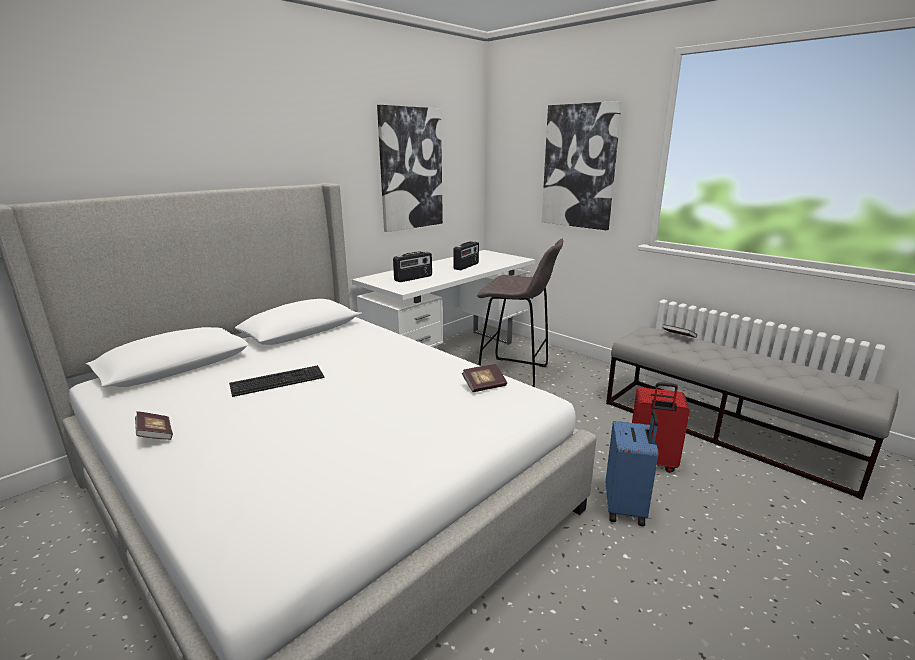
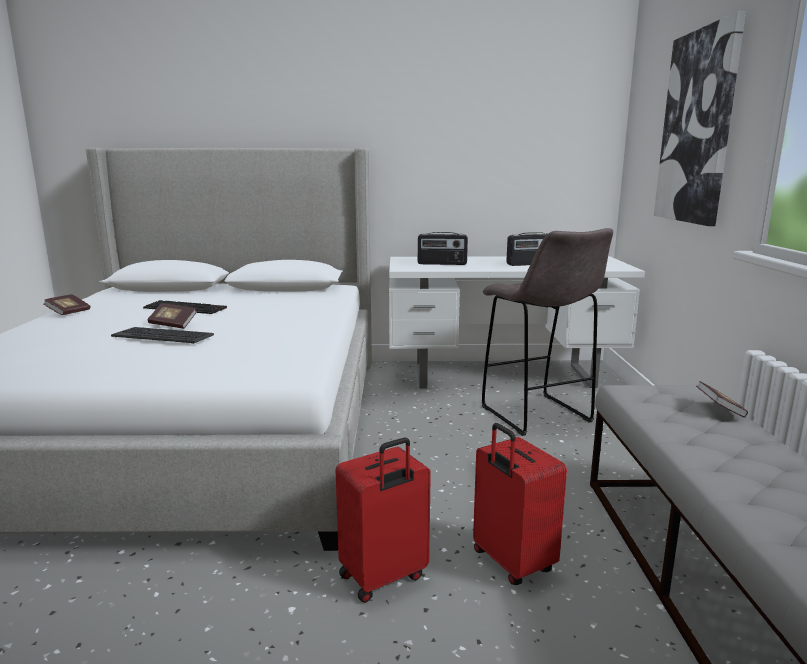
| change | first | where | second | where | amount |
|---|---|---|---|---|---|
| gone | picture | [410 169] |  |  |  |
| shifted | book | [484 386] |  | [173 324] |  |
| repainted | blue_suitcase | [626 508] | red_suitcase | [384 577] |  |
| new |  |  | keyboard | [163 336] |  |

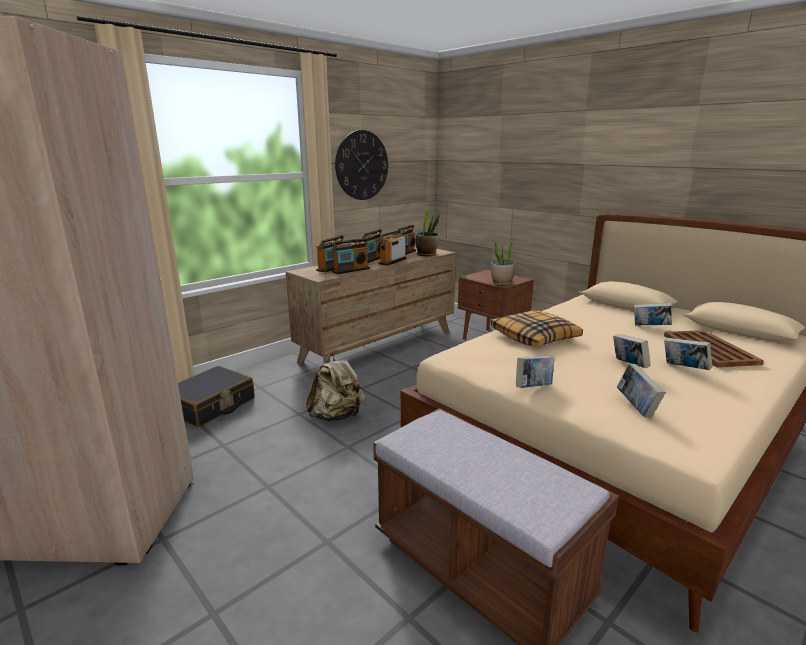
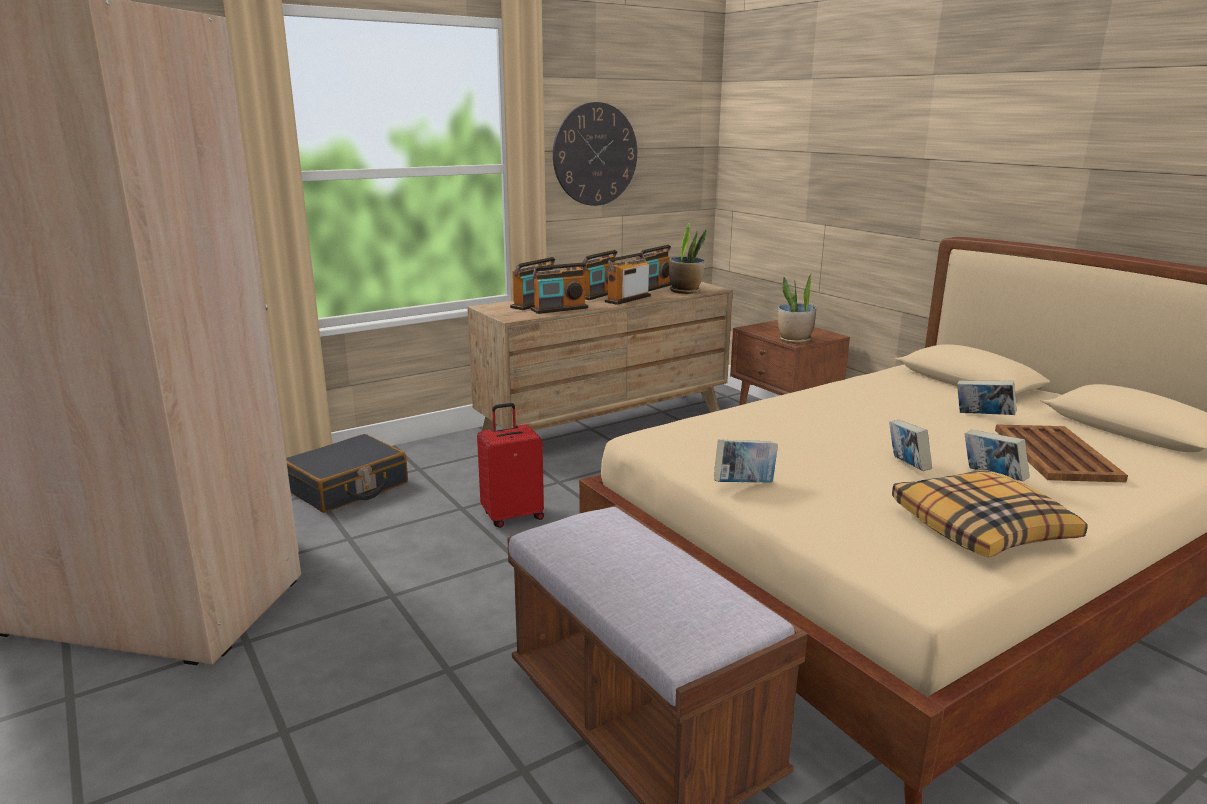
| change | first | where | second | where | amount |
|---|---|---|---|---|---|
| swapped | beige_backpack | [337 416] | red_suitcase | [512 516] |  |
| shifted | pillow | [535 337] |  | [982 528] |  |
| gone | book | [636 407] |  |  |  |

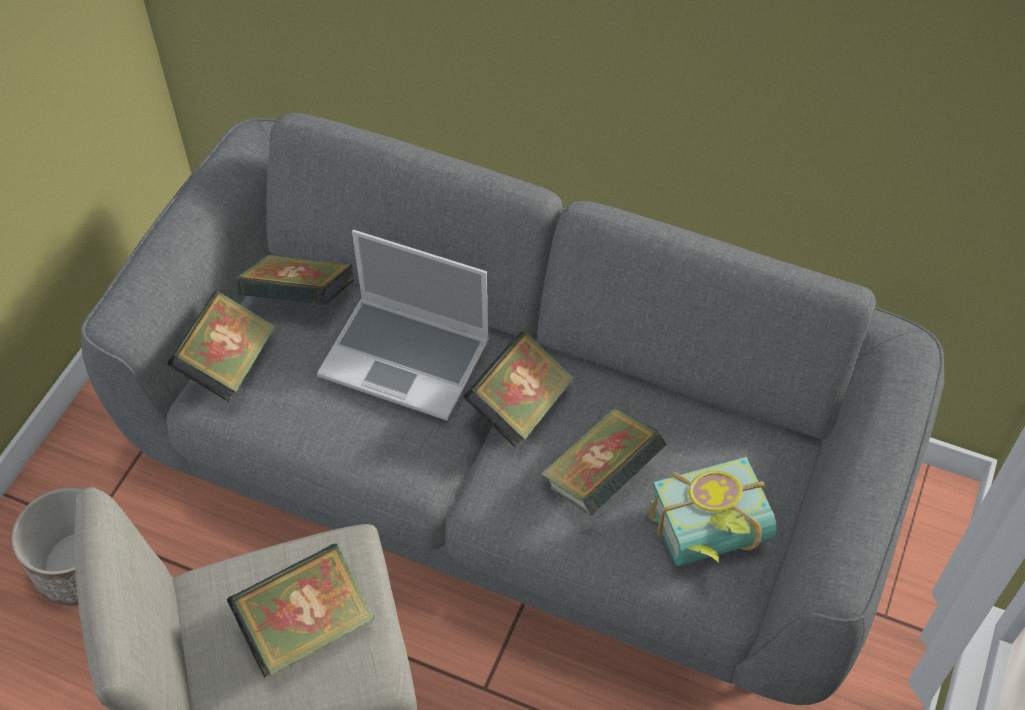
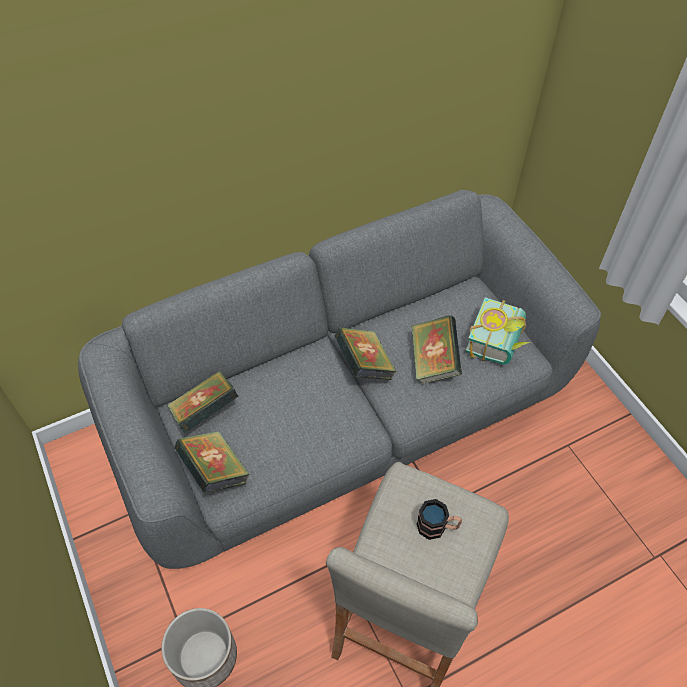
| change | first | where | second | where | amount |
|---|---|---|---|---|---|
| swapped | book | [307 627] | mug | [437 527] |  |
| gone | laptop | [408 358] |  |  |  |

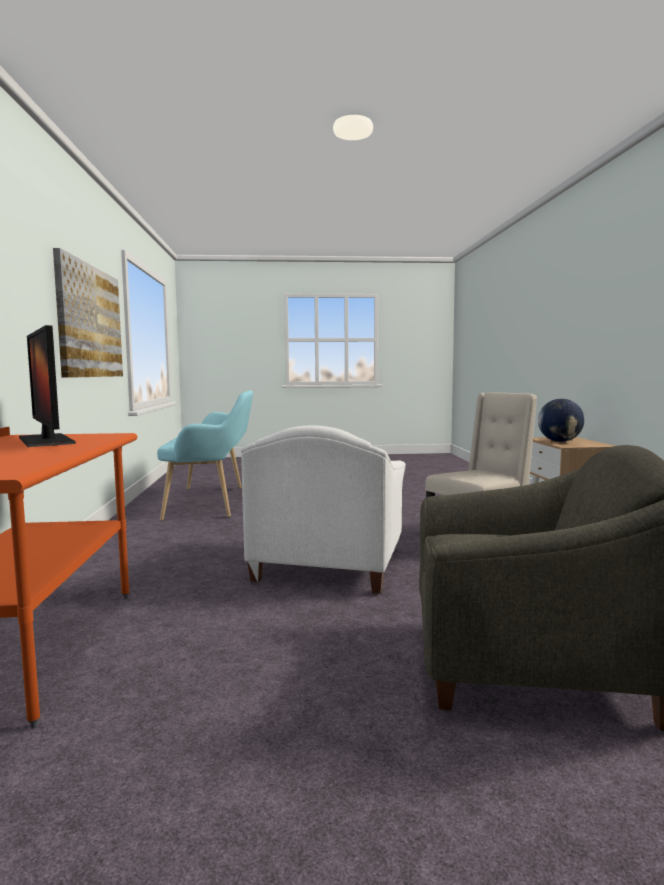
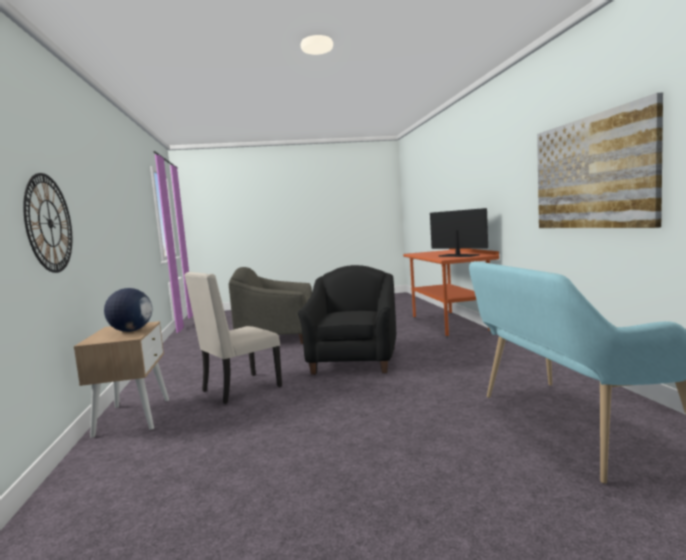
| change | first | where | second | where | amount |
|---|---|---|---|---|---|
| repainted | white_armchair | [330 565] | black_armchair | [354 361] |  |
| new |  |  | wall_clock | [49 223] |  |

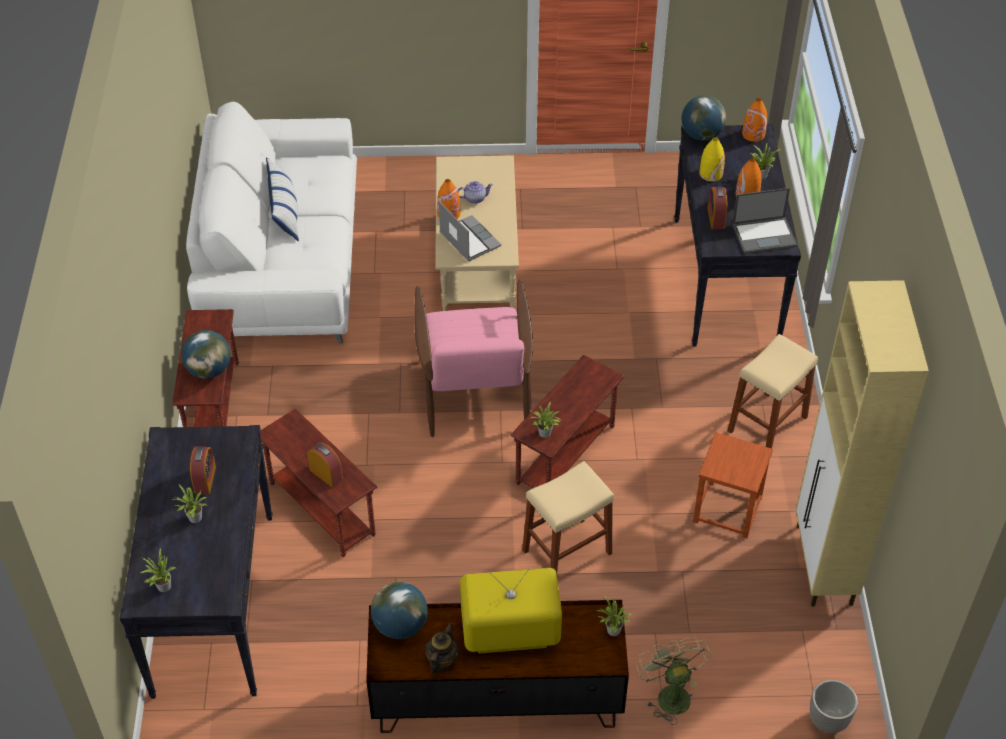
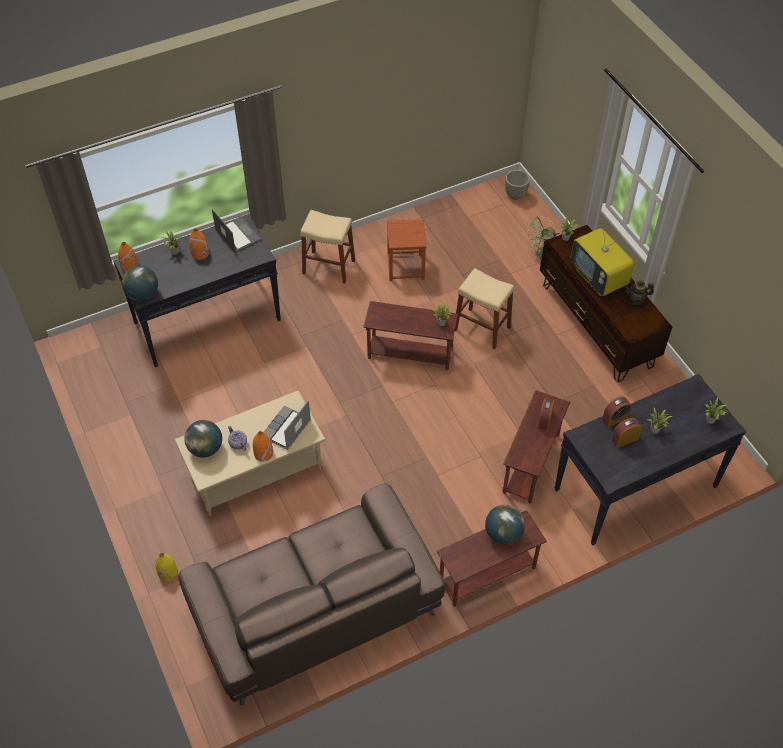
| change | first | where | second | where | amount |
|---|---|---|---|---|---|
| repainted | white_sofa | [282 259] | brown_sofa | [314 608] |  |
| gone | pillow | [285 212] |  |  |  |
| shifted | globe | [401 625] |  | [206 448] |  |
| gone | pink_armchair | [474 389] |  |  |  |
| shifted | yellow_vase | [710 174] |  | [167 572] |  |
| shifted | alarm_clock | [715 218] |  | [615 418] |  |
| gone | beige_cabinet | [824 566] |  |  |  |

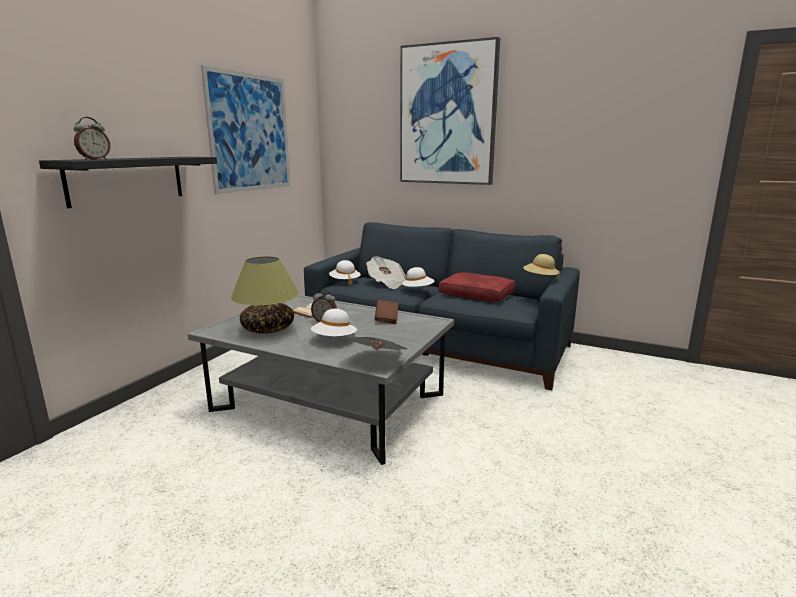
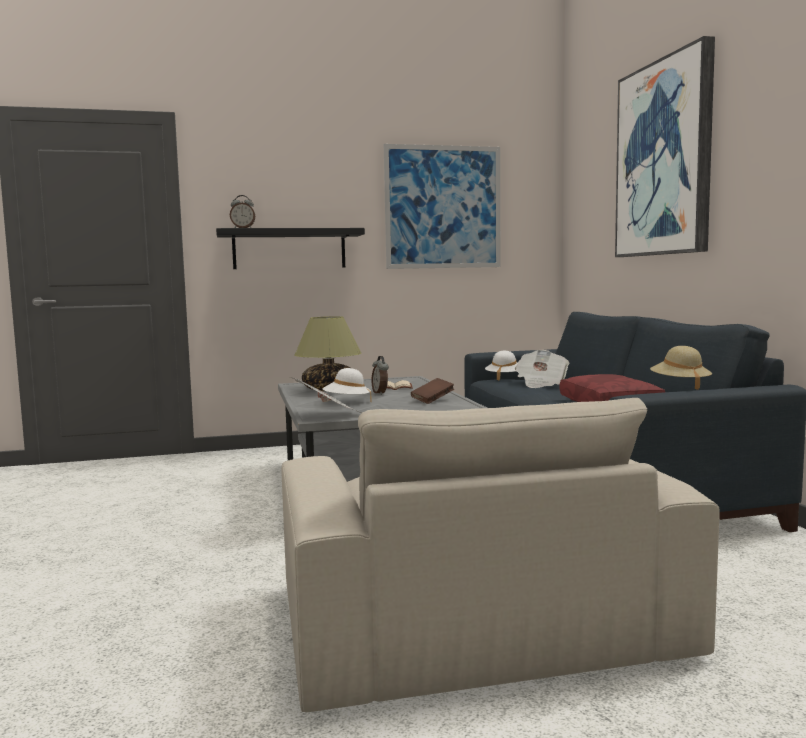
| change | first | where | second | where | amount |
|---|---|---|---|---|---|
| gone | white_hat | [417 290] |  |  |  |
| new |  |  | beige_armchair | [471 618] |  |

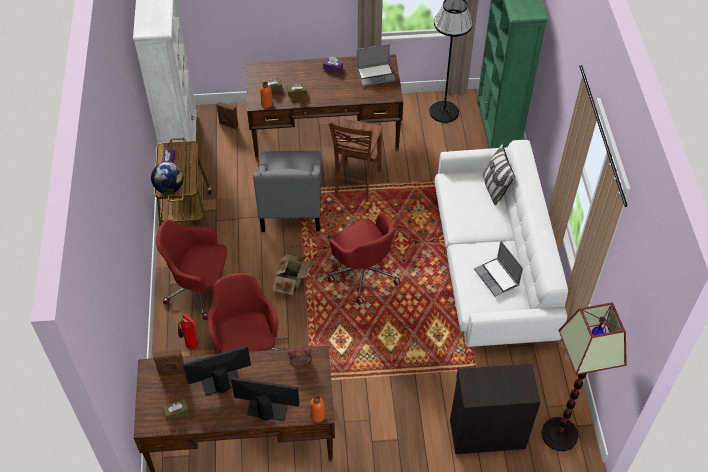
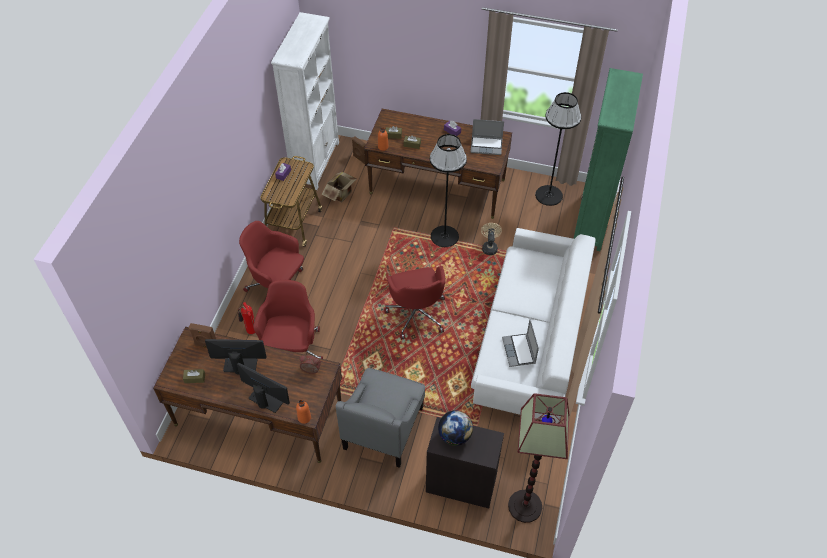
| change | first | where | second | where | amount |
|---|---|---|---|---|---|
| shifted | globe | [169 188] |  | [455 436] |  |
| shifted | grey_armchair | [291 205] |  | [383 427] |  |
| shifted | cardboard_box | [292 282] |  | [342 194] |  |
| swapped | brown_chair | [356 183] | black_floor_lamp | [444 236] |  |
| gone | pillow | [494 188] |  |  |  |
| new |  |  | beige_fan | [489 247] |  |

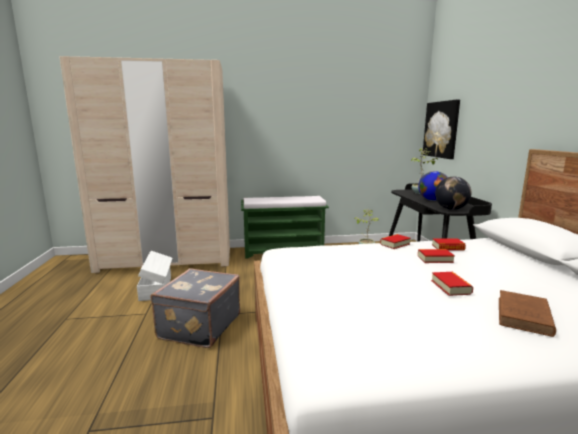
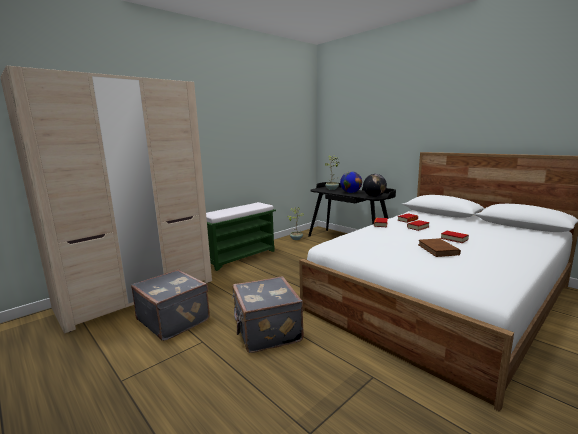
| change | first | where | second | where | amount |
|---|---|---|---|---|---|
| swapped | white_storage_box | [157 288] | grey_suitcase | [174 319] |  |
| gone | picture | [441 129] |  |  |  |
| shifted | brown_book | [523 317] |  | [438 250] |  |

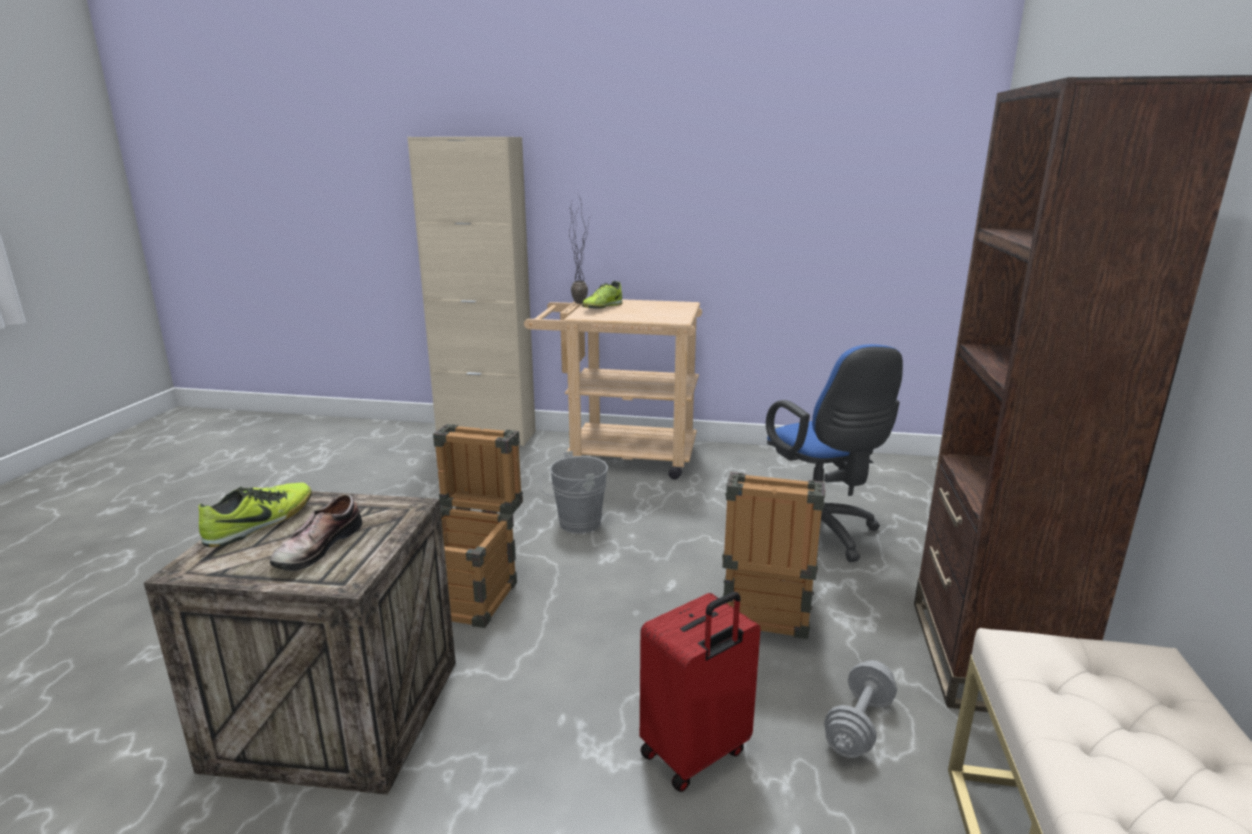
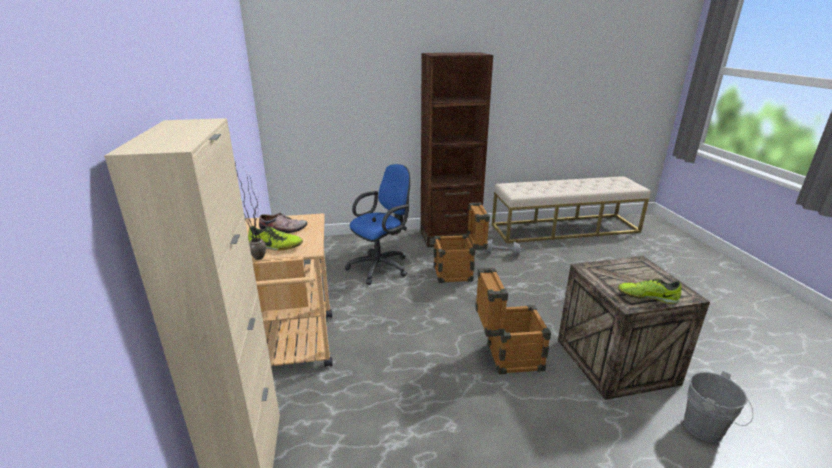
| change | first | where | second | where | amount |
|---|---|---|---|---|---|
| shifted | shoe | [315 547] |  | [283 229] |  |
| shifted | grey_bucket | [575 524] |  | [707 430] |  |
| gone | red_suitcase | [696 754] |  |  |  |

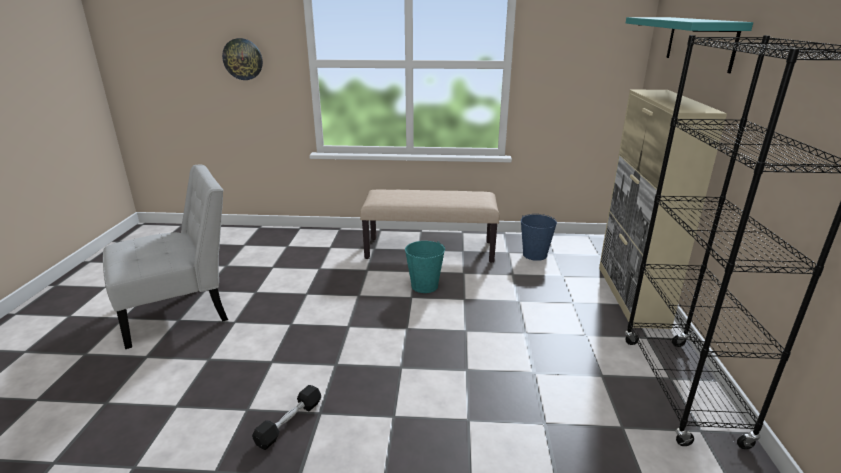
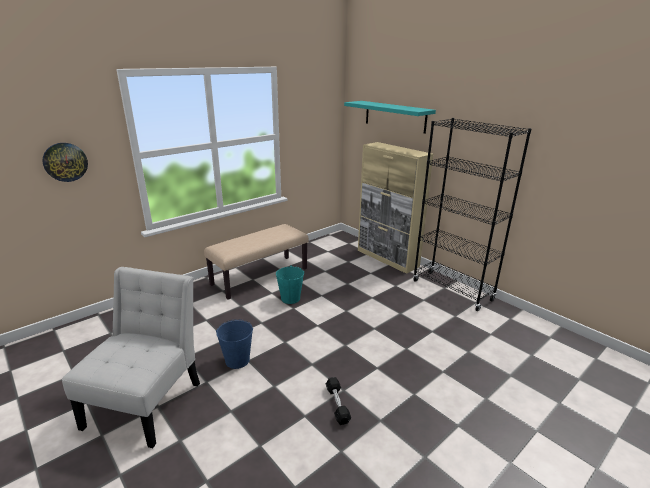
| change | first | where | second | where | amount |
|---|---|---|---|---|---|
| shifted | blue_bucket | [534 255] |  | [237 360] |  |

